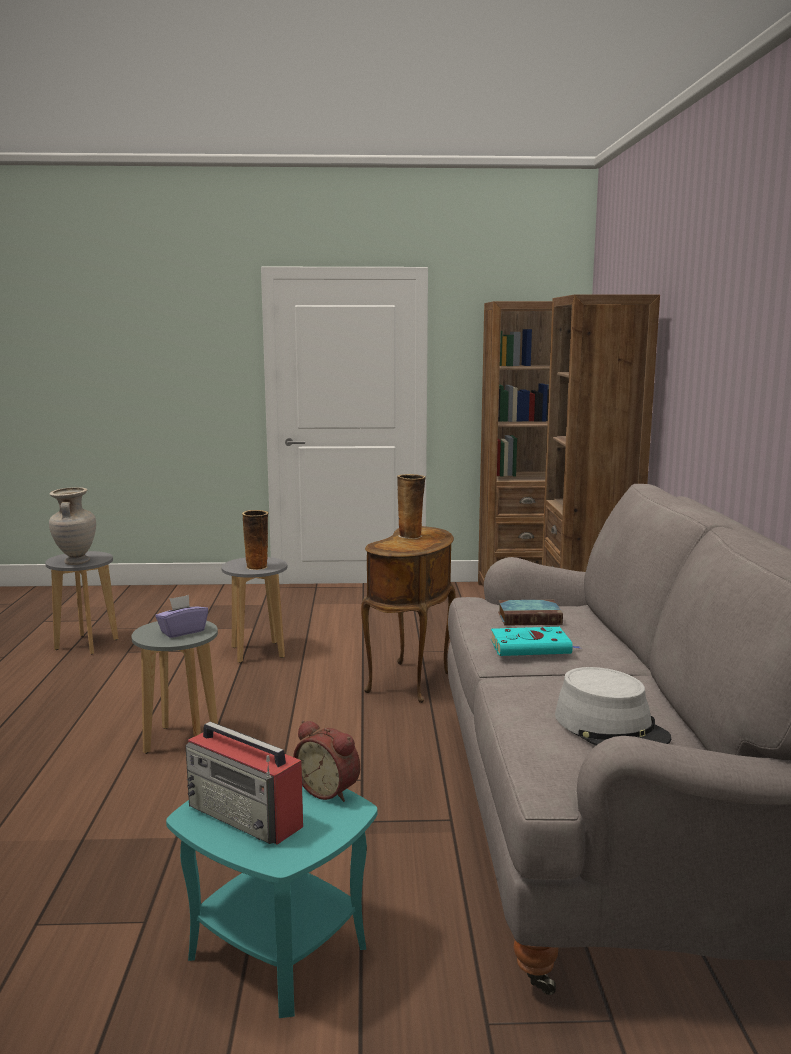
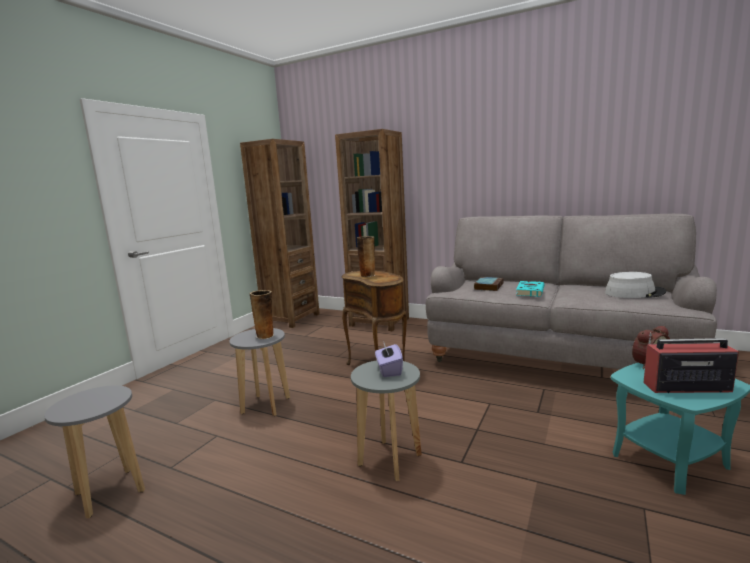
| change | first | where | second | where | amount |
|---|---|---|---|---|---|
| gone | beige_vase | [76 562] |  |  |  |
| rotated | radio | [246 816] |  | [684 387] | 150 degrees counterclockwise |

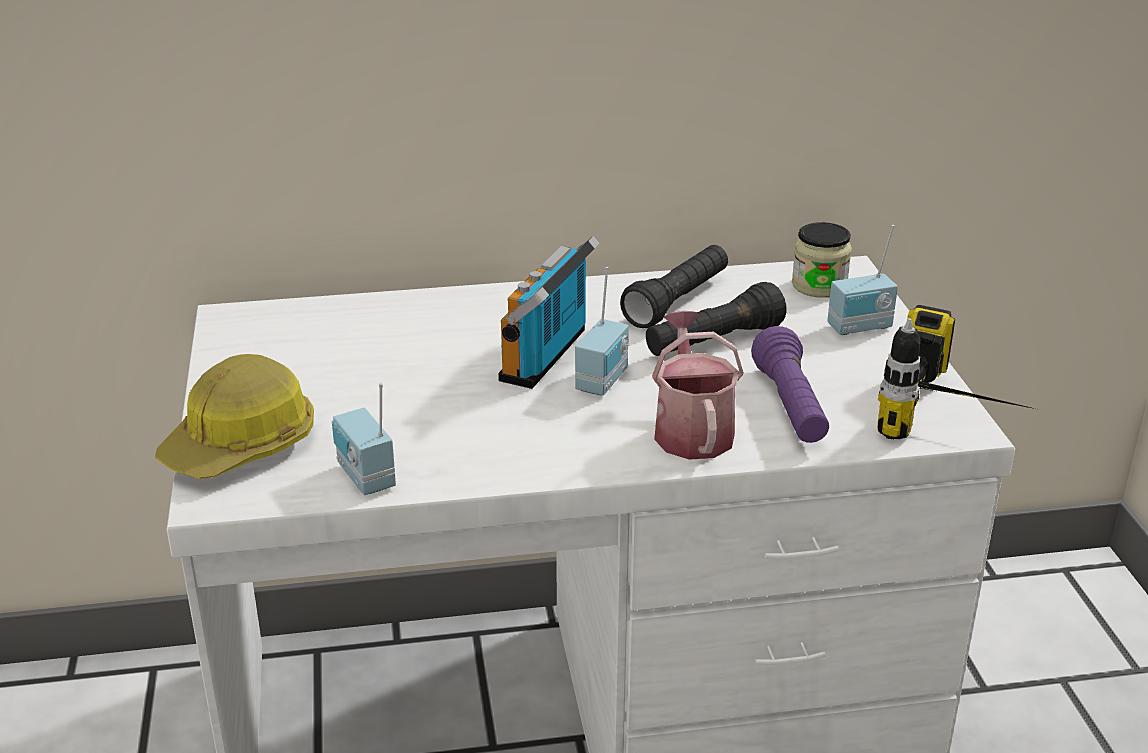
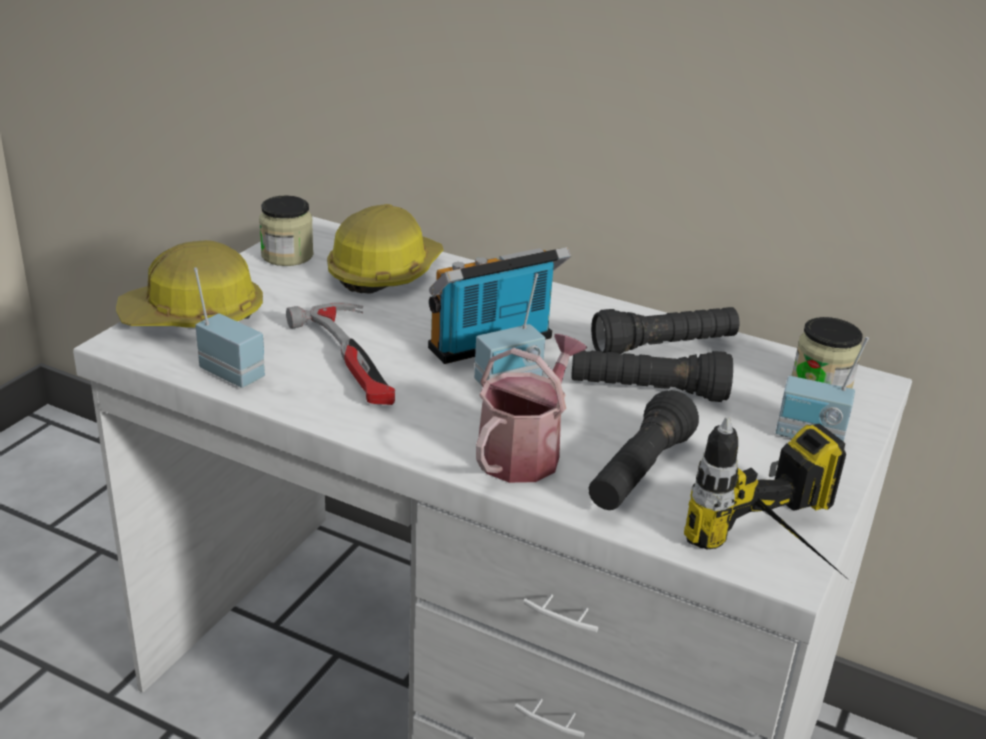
| change | first | where | second | where | amount |
|---|---|---|---|---|---|
| rotated | radio | [364 477] |  | [234 373] | 120 degrees clockwise |
| repainted | purple_flashlight | [790 407] | black_flashlight | [639 473] |  |
| new |  |  | jar | [287 255] |  |
| new |  |  | hammer | [354 359] |  |
| new |  |  | hard_hat | [384 272] |  |

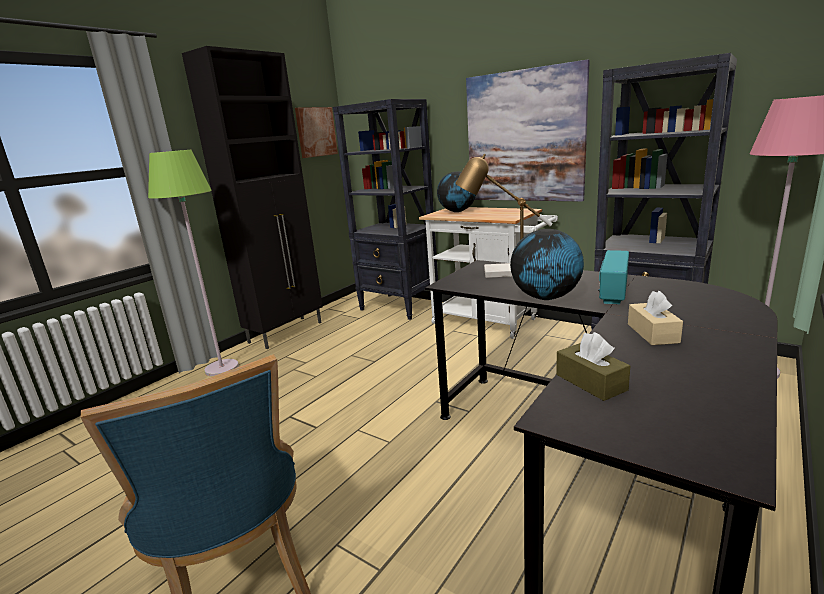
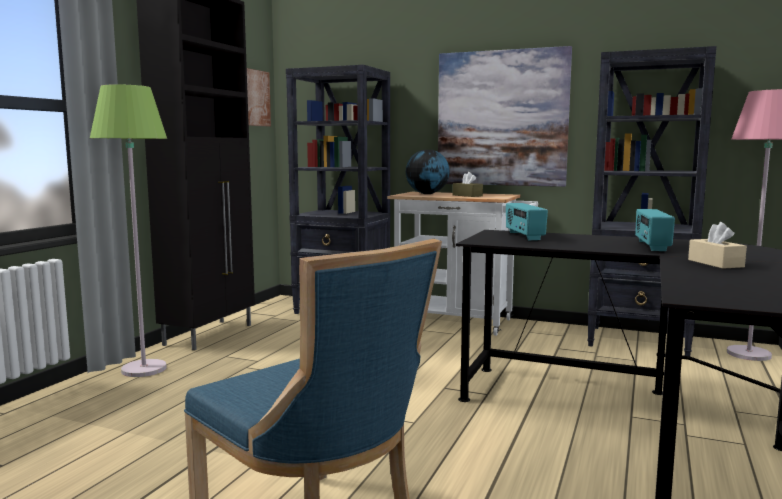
| change | first | where | second | where | amount |
|---|---|---|---|---|---|
| swapped | table_lamp | [500 273] | radio | [524 236] |  |
| gone | globe | [545 298] |  |  |  |
| shifted | brown_tissue_box | [590 382] |  | [467 195] |  |

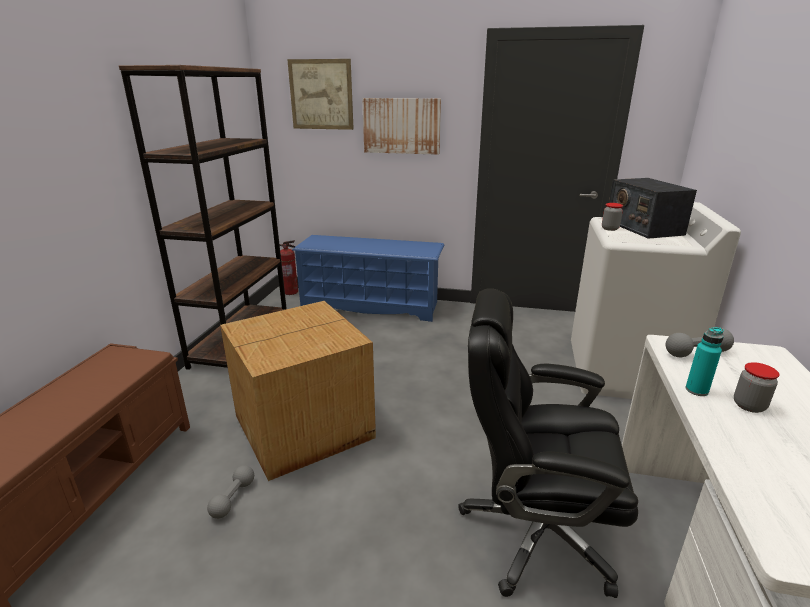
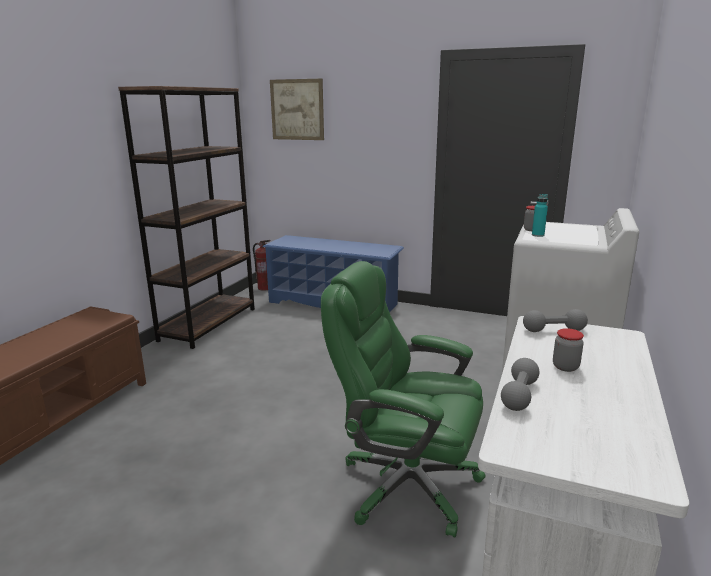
| change | first | where | second | where | amount |
|---|---|---|---|---|---|
| shifted | grey_dumbbell | [233 498] |  | [519 395] |  |
| gone | cardboard_box | [306 427] |  |  |  |
| gone | picture | [401 126] |  |  |  |
| repainted | black_office_chair | [534 531] | green_office_chair | [406 484] |  |
| gone | radio | [643 227] |  |  |  |
| shifted | turquoise_bottle | [696 390] |  | [538 235] |  |

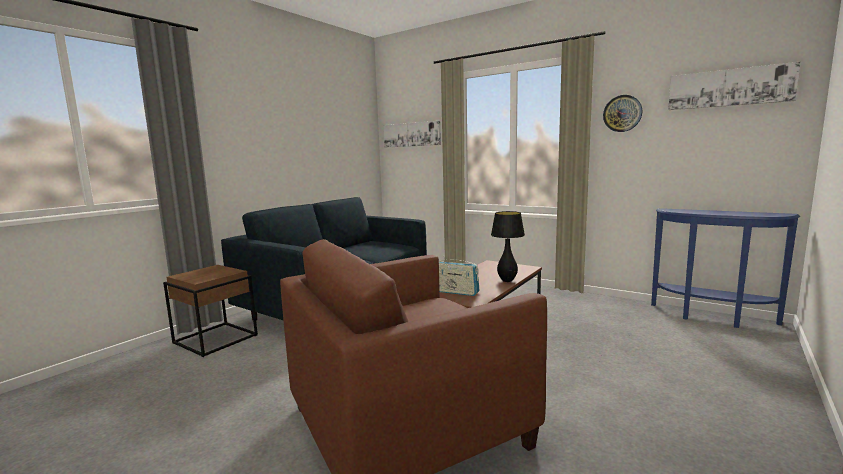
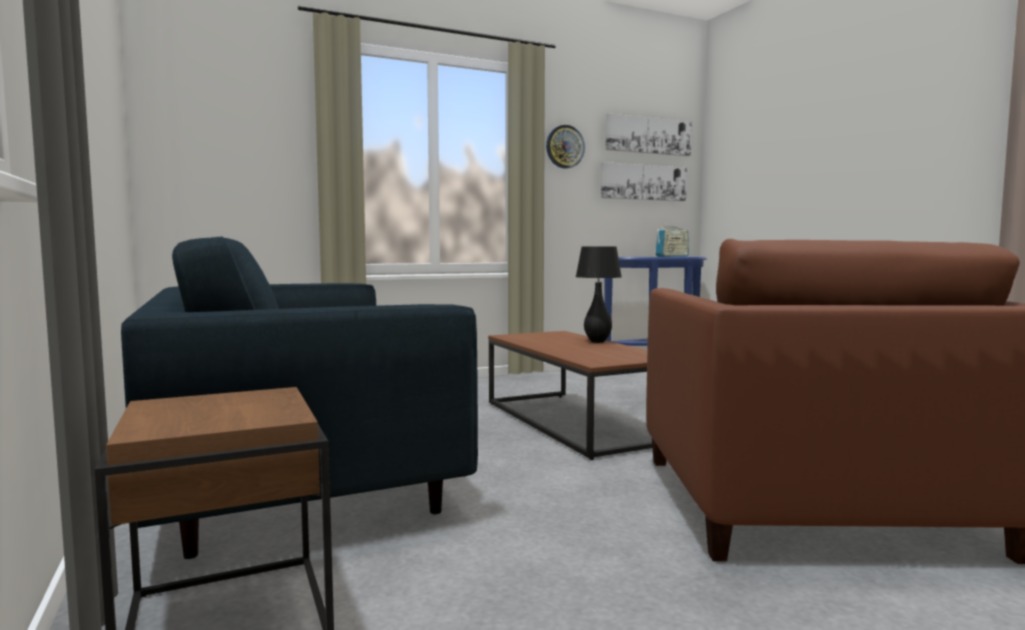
| change | first | where | second | where | amount |
|---|---|---|---|---|---|
| shifted | picture | [412 134] |  | [643 182] |  |
| shifted | radio | [456 292] |  | [672 256] |  |

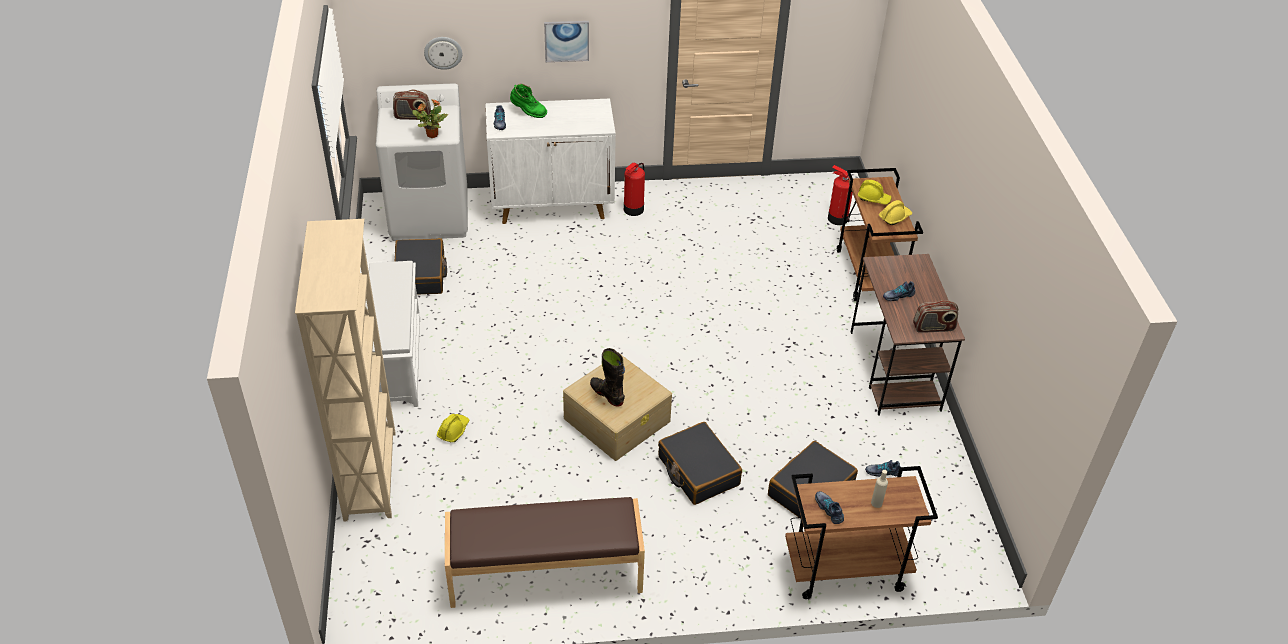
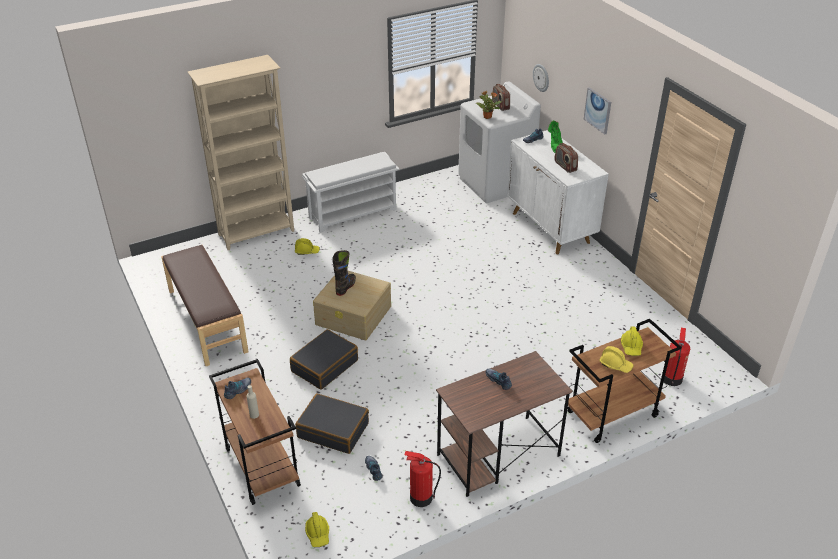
| change | first | where | second | where | amount |
|---|---|---|---|---|---|
| gone | black_suitcase | [420 275] |  |  |  |
| shifted | fire_extinguisher | [633 209] |  | [420 497] |  |
| shifted | radio | [933 327] |  | [565 166] |  |
| new |  |  | yellow_hard_hat | [318 534] |  |

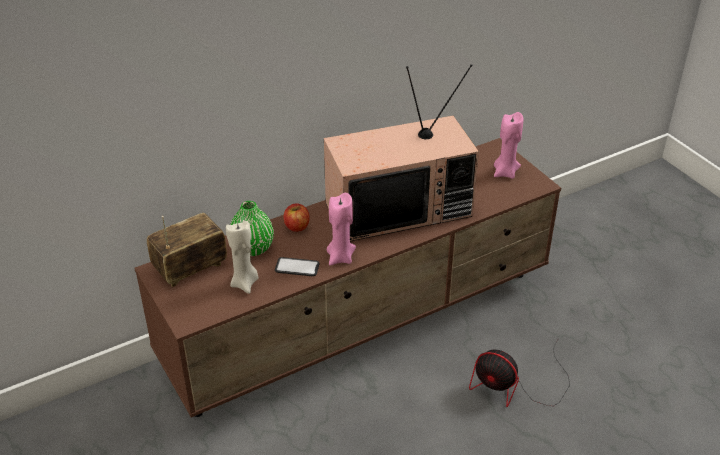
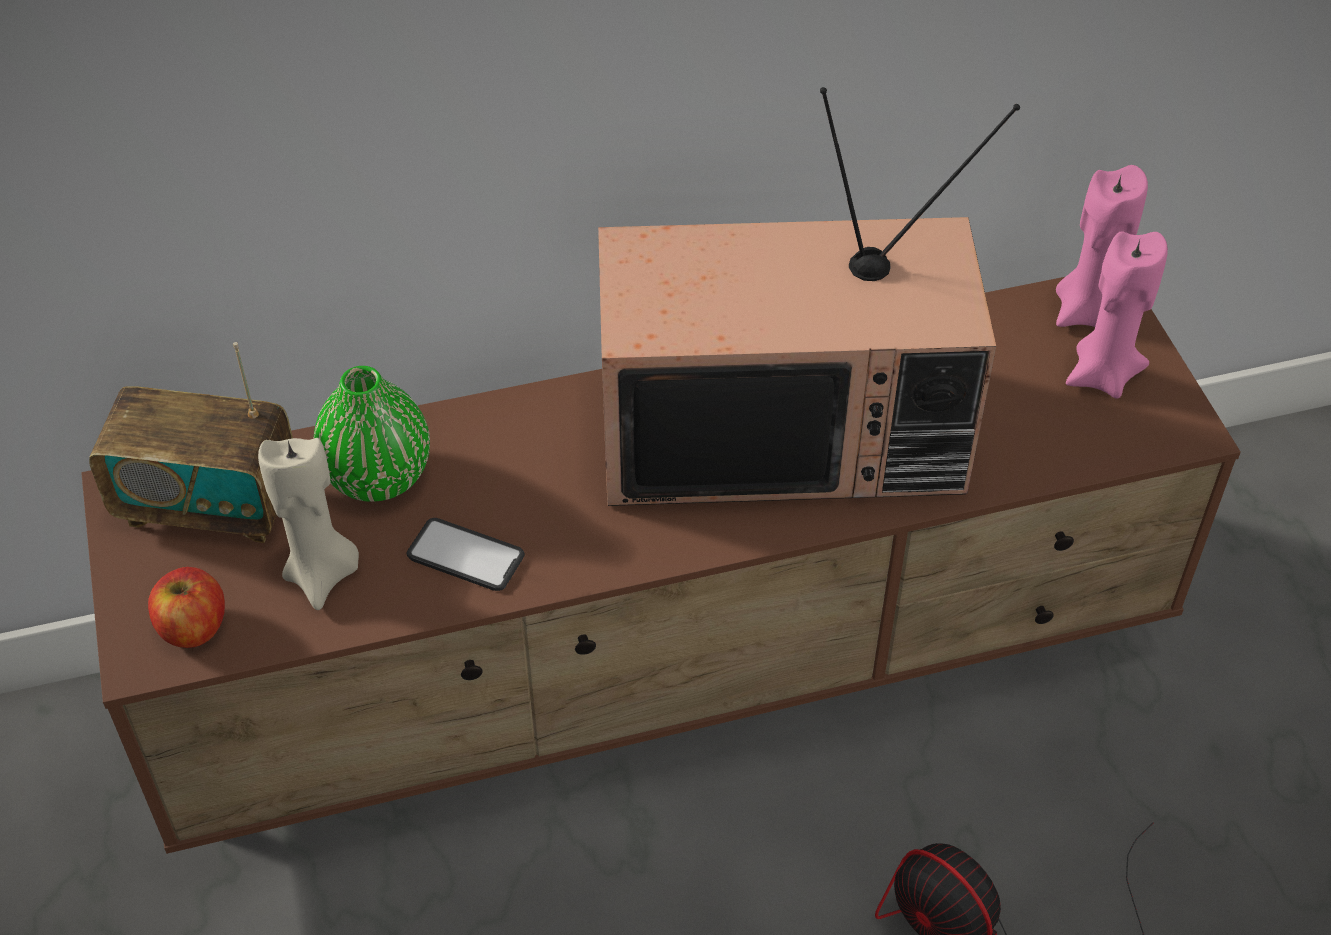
| change | first | where | second | where | amount |
|---|---|---|---|---|---|
| rotated | radio | [190 269] |  | [209 504] | 150 degrees counterclockwise |
| shifted | apple | [297 226] |  | [193 627] |  |
| shifted | pink_candle | [340 257] |  | [1085 311] |  |

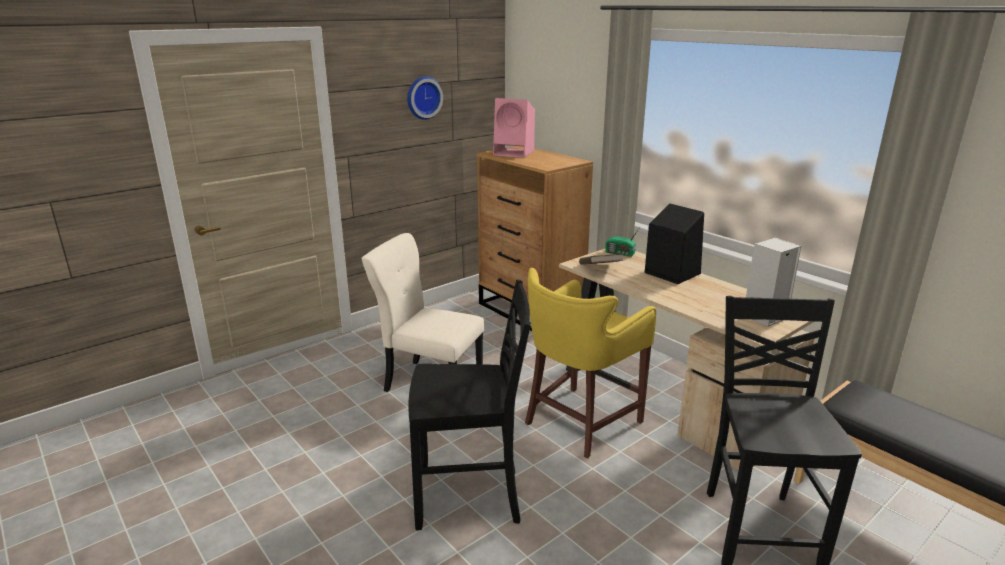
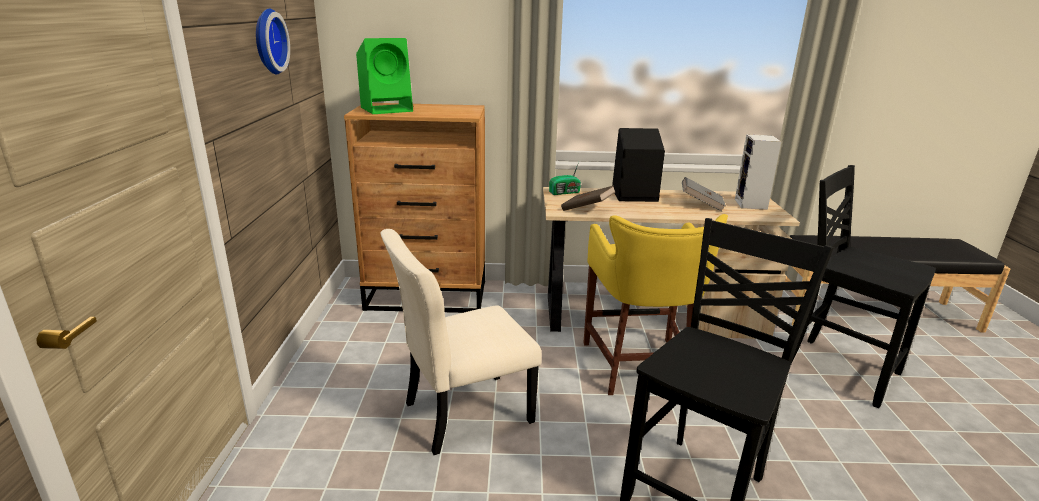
| change | first | where | second | where | amount |
|---|---|---|---|---|---|
| repainted | pink_speaker | [515 153] | green_speaker | [388 109] |  |
| new |  |  | grey_book | [701 205] |  |

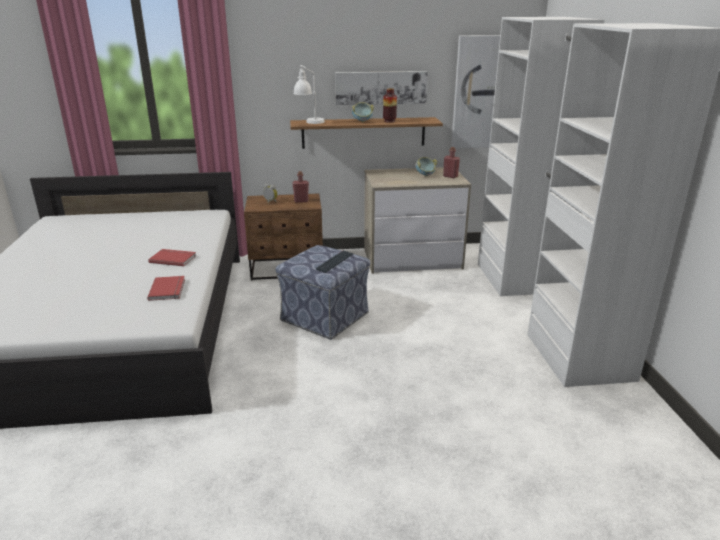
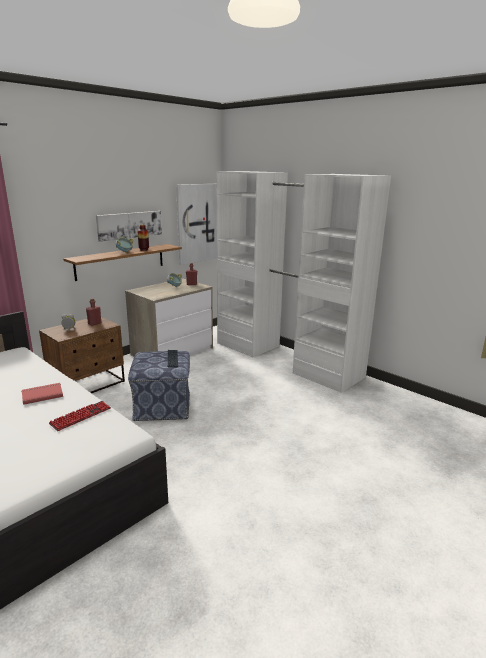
| change | first | where | second | where | amount |
|---|---|---|---|---|---|
| swapped | red_book | [168 289] | keyboard | [81 416] |  |
| gone | white_table_lamp | [310 123] |  |  |  |

